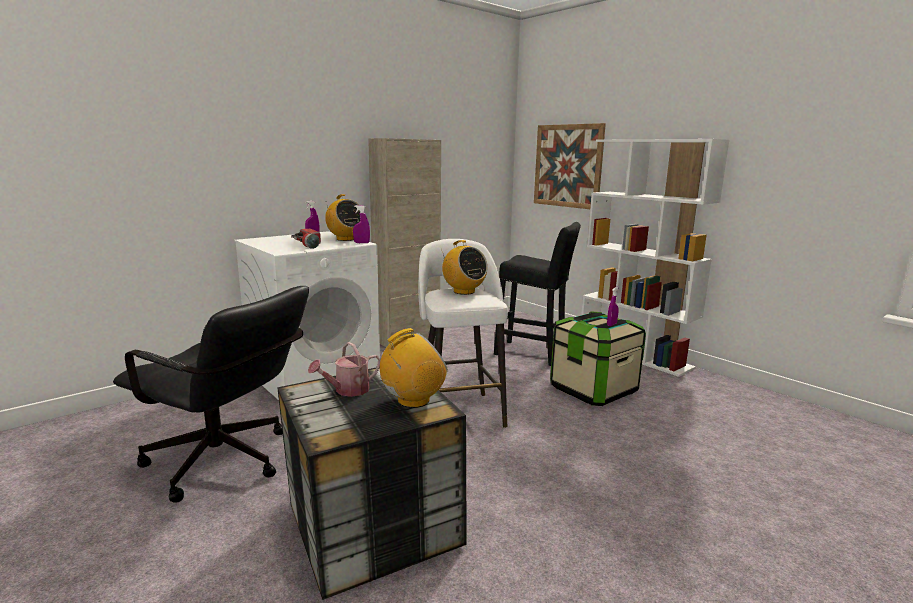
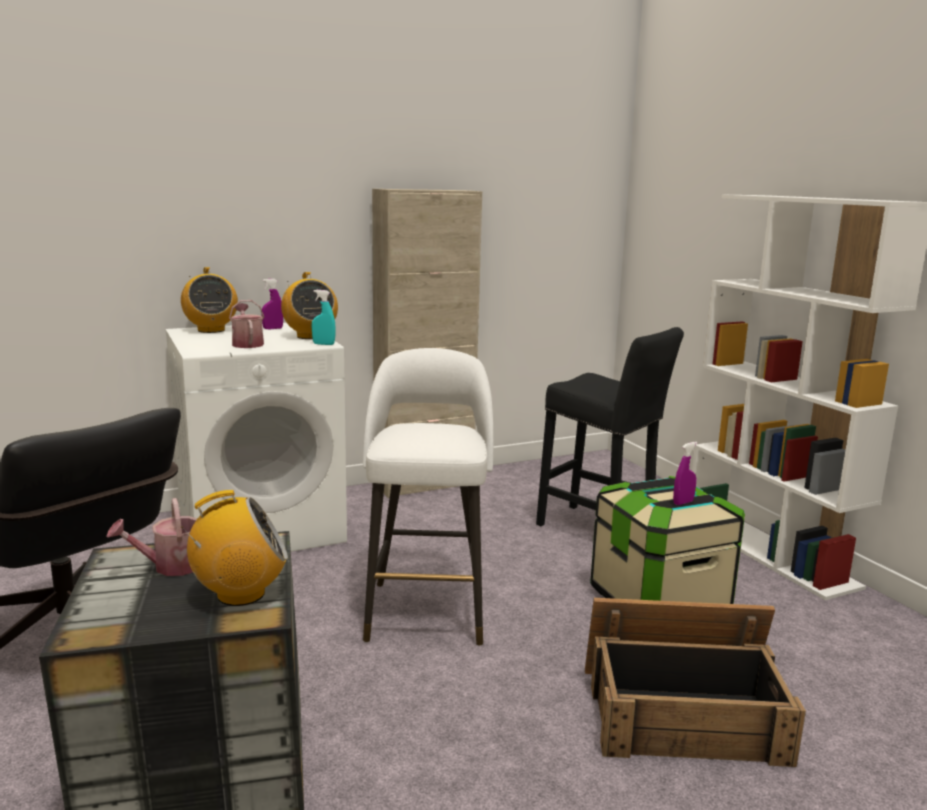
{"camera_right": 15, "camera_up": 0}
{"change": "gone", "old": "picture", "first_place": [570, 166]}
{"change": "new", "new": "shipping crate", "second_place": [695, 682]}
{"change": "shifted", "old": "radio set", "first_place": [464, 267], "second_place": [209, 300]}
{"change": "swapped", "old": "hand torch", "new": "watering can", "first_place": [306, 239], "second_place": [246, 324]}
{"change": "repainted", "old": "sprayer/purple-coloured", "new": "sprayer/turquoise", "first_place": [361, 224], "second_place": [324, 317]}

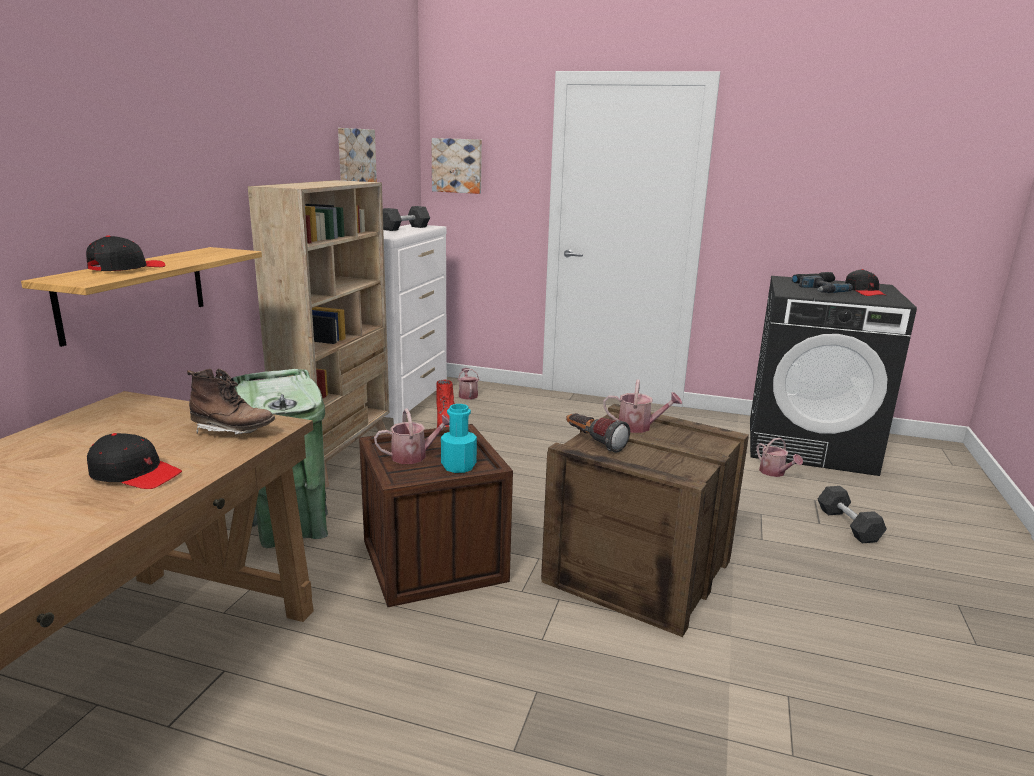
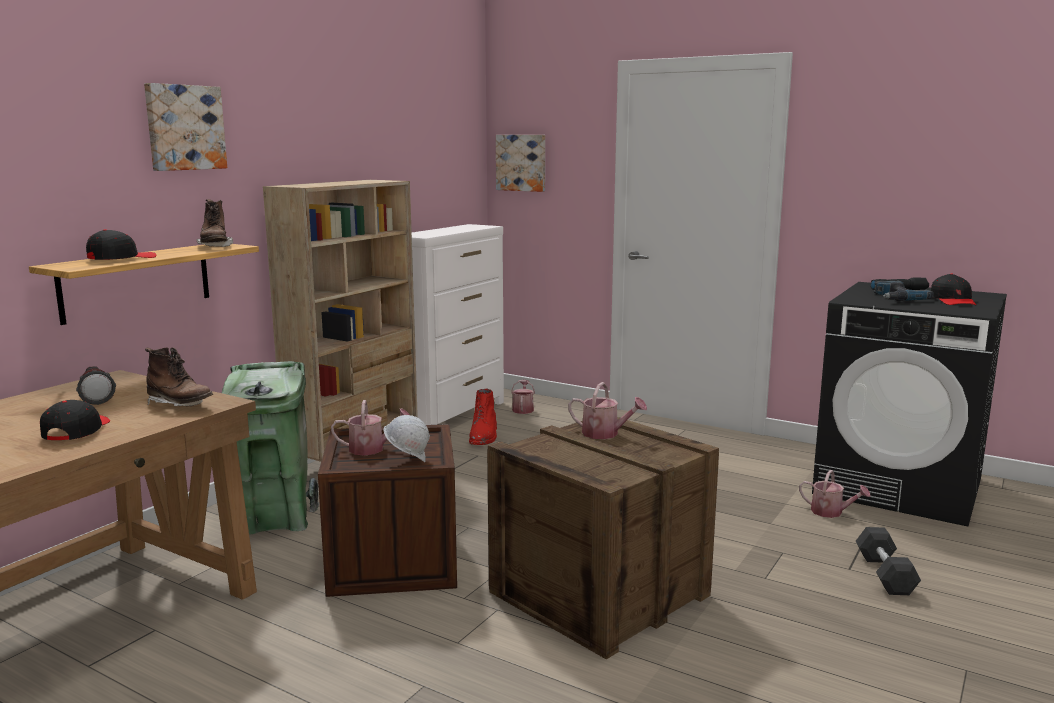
{"camera_right": 15, "camera_up": -5}
{"change": "gone", "old": "dumbbell/black-coloured", "first_place": [406, 218]}
{"change": "new", "new": "tall boot/brownish", "second_place": [215, 223]}
{"change": "shifted", "old": "picture", "first_place": [357, 155], "second_place": [185, 127]}
{"change": "shifted", "old": "hand torch", "first_place": [598, 433], "second_place": [96, 385]}
{"change": "swapped", "old": "bottle/turquoise", "new": "safety helmet/white", "first_place": [459, 438], "second_place": [406, 438]}
{"change": "rotated", "old": "baseball cap/black-coloured", "first_place": [134, 461], "second_place": [75, 420], "degrees": -120}
{"change": "rotated", "old": "watering can", "first_place": [779, 457], "second_place": [834, 494], "degrees": -45}

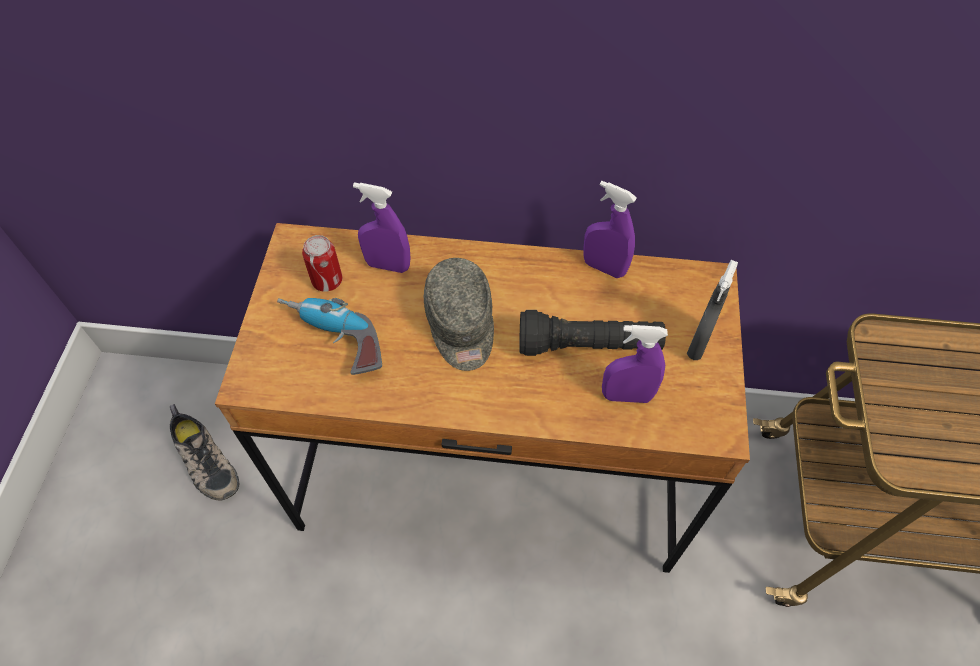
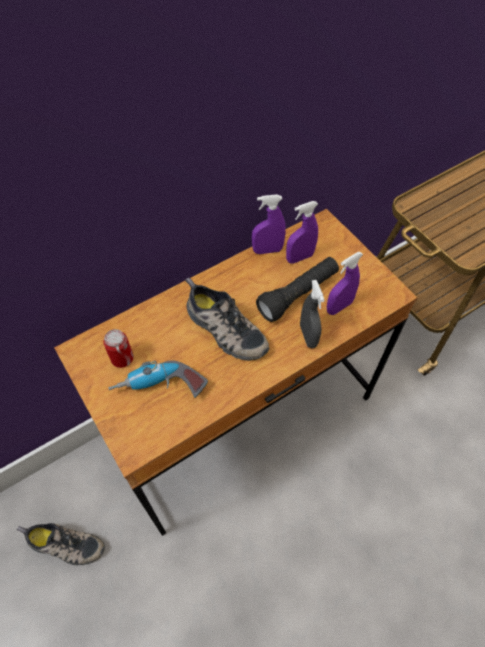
{"camera_right": -40, "camera_up": 0}
{"change": "shifted", "old": "sprayer/purple-coloured", "first_place": [382, 227], "second_place": [302, 232]}
{"change": "shifted", "old": "sprayer/gray", "first_place": [712, 310], "second_place": [312, 314]}
{"change": "swapped", "old": "baseball cap/gray", "new": "shoe", "first_place": [459, 314], "second_place": [227, 319]}

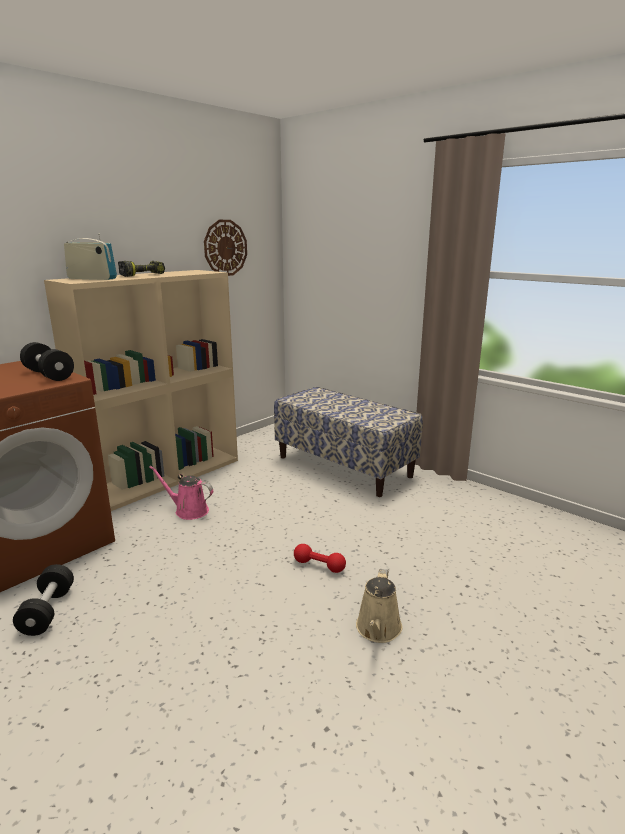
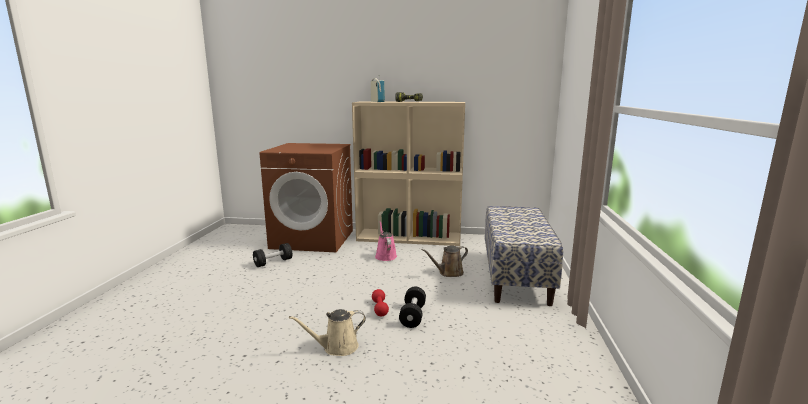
{"camera_right": 55, "camera_up": -5}
{"change": "gone", "old": "hanging clock", "first_place": [225, 248]}
{"change": "new", "new": "watering can/brownish", "second_place": [445, 261]}
{"change": "shifted", "old": "dumbbell/black-coloured", "first_place": [47, 361], "second_place": [412, 307]}

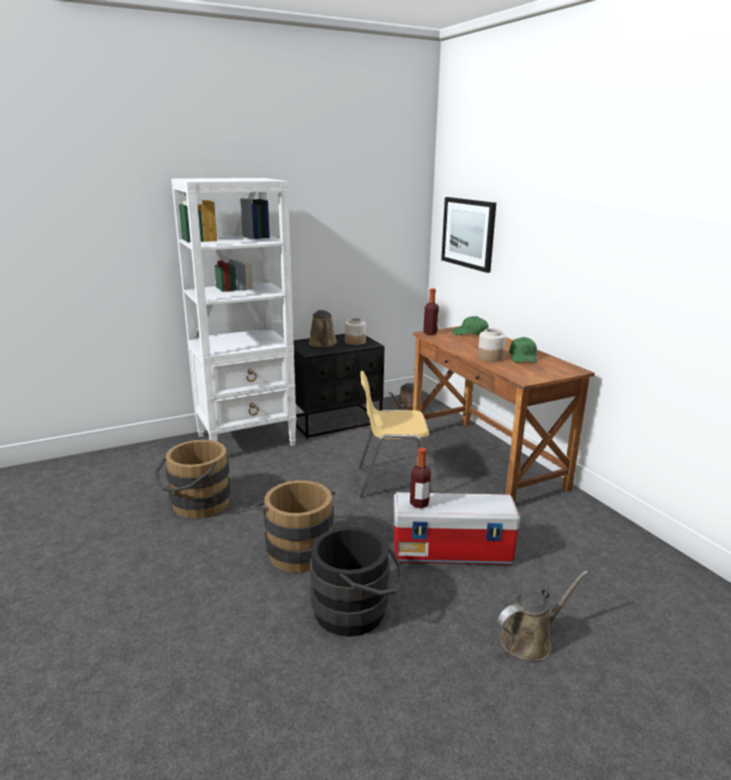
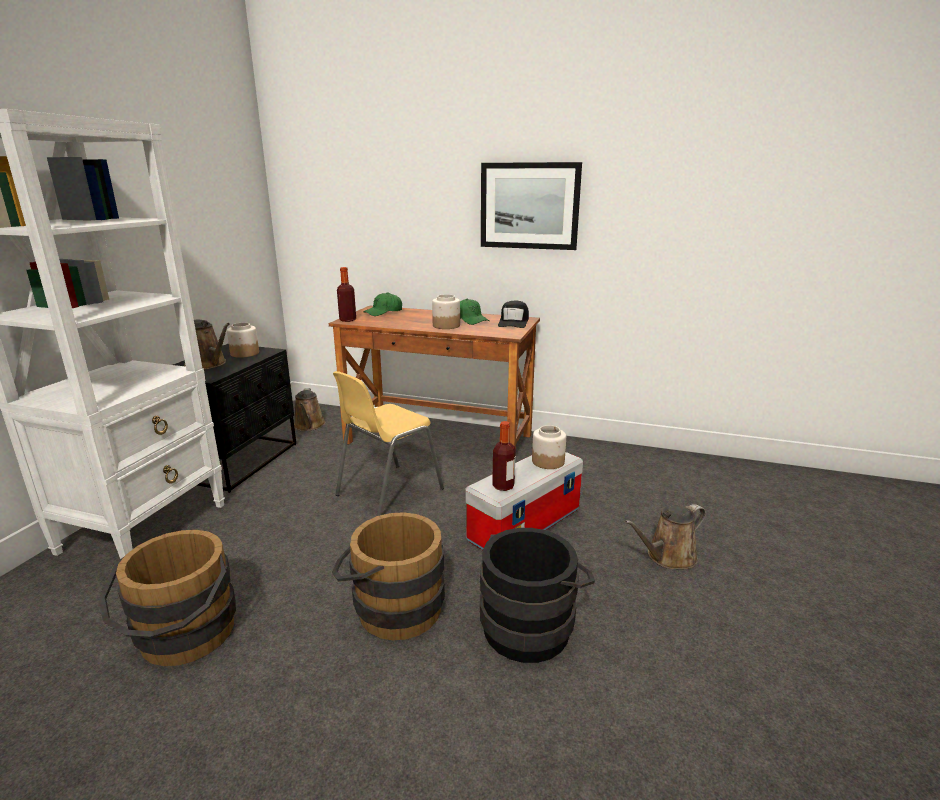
{"camera_right": -45, "camera_up": 0}
{"change": "new", "new": "baseball cap/black-coloured", "second_place": [513, 314]}
{"change": "new", "new": "preserve jar", "second_place": [549, 447]}
{"change": "shifted", "old": "picture", "first_place": [468, 235], "second_place": [531, 206]}
{"change": "rotated", "old": "watering can/brownish", "first_place": [543, 616], "second_place": [665, 536], "degrees": -135}

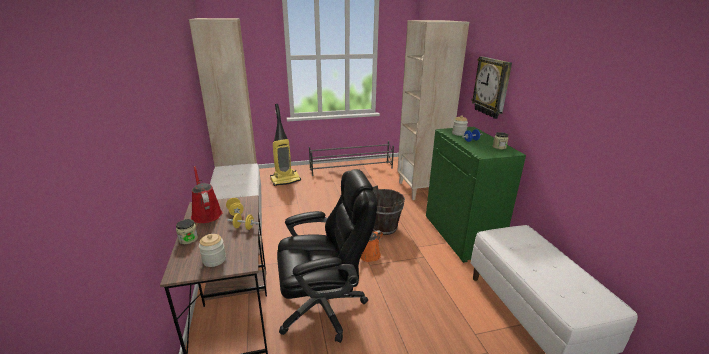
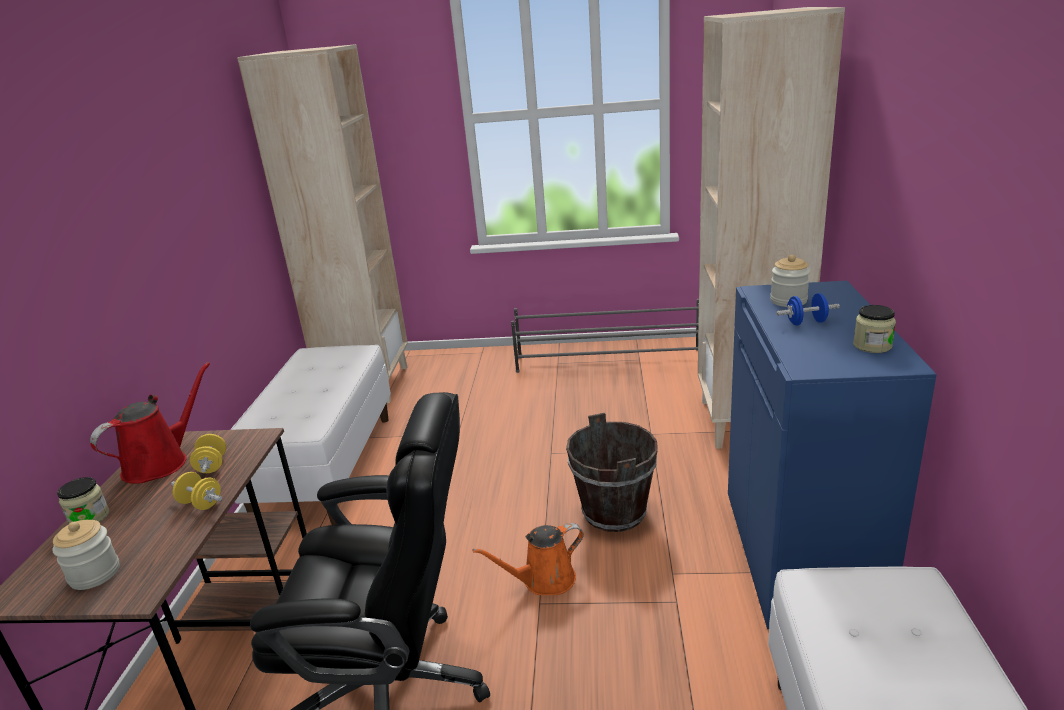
{"camera_right": 20, "camera_up": 0}
{"change": "gone", "old": "vacuum cleaner", "first_place": [285, 145]}
{"change": "gone", "old": "hanging clock", "first_place": [491, 87]}
{"change": "repainted", "old": "storage cabinet/green", "new": "storage cabinet/blue", "first_place": [476, 195], "second_place": [832, 455]}
{"change": "rotated", "old": "watering can/red", "first_place": [207, 194], "second_place": [150, 423], "degrees": 45}

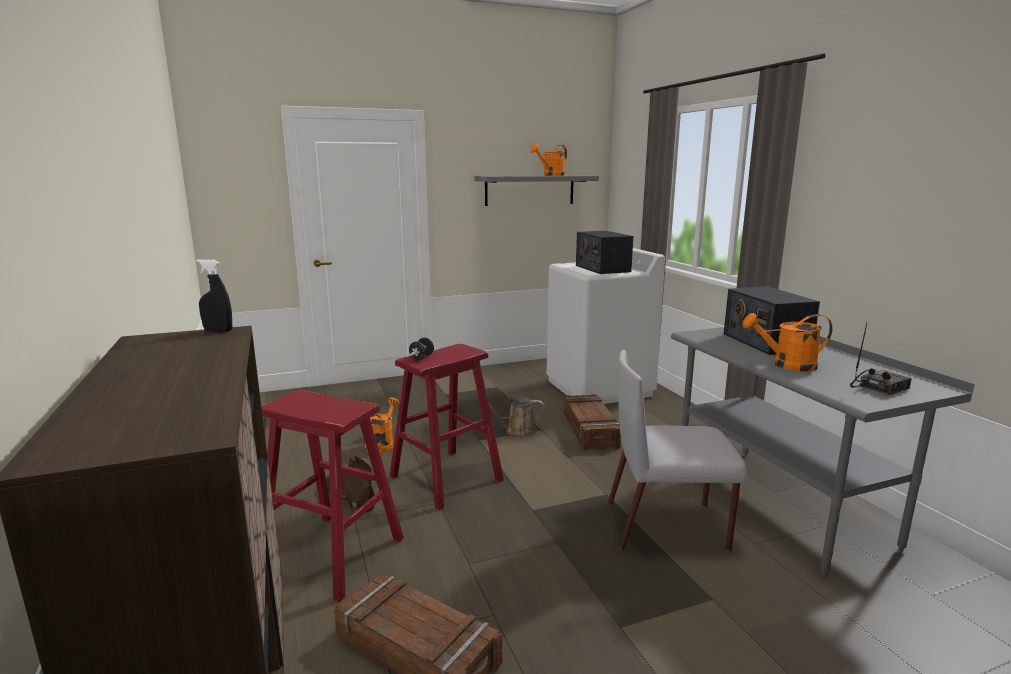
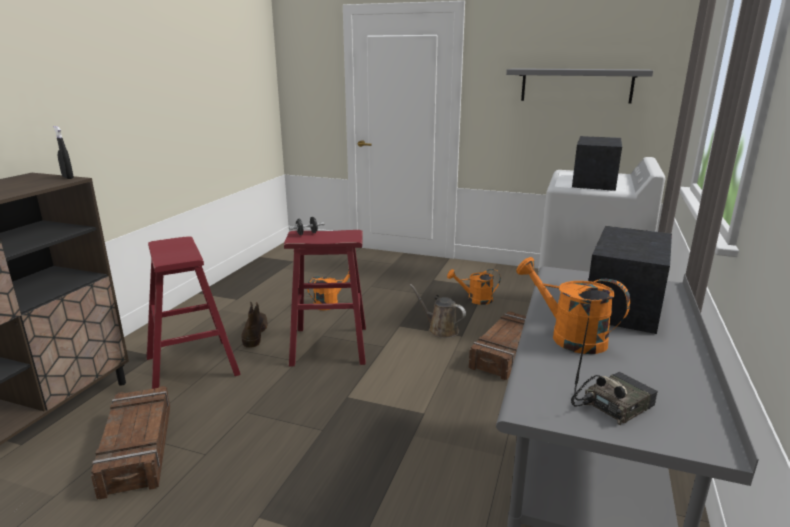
{"camera_right": 40, "camera_up": 5}
{"change": "gone", "old": "upright chair/gray", "first_place": [677, 451]}
{"change": "shifted", "old": "watering can/orange", "first_place": [548, 159], "second_place": [474, 287]}
{"change": "rotated", "old": "radio set", "first_place": [881, 359], "second_place": [614, 371], "degrees": -45}

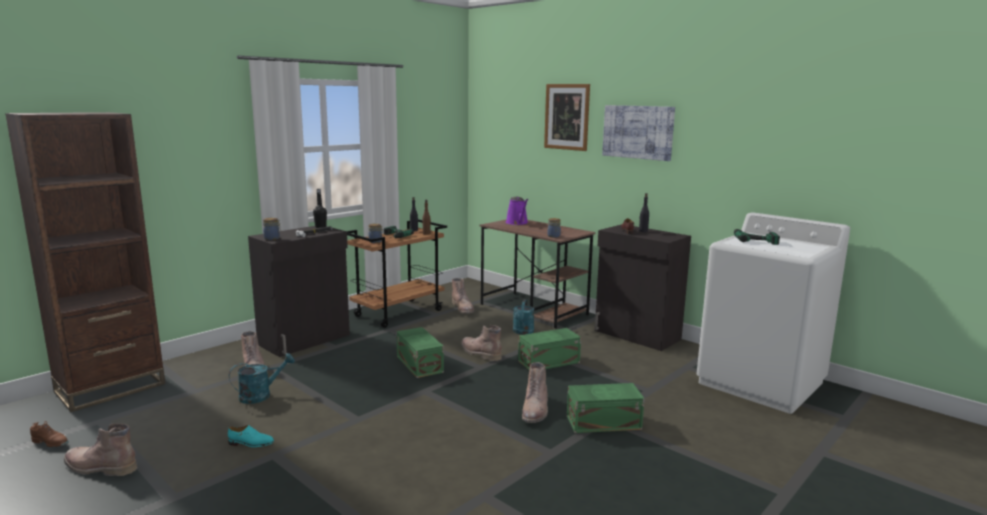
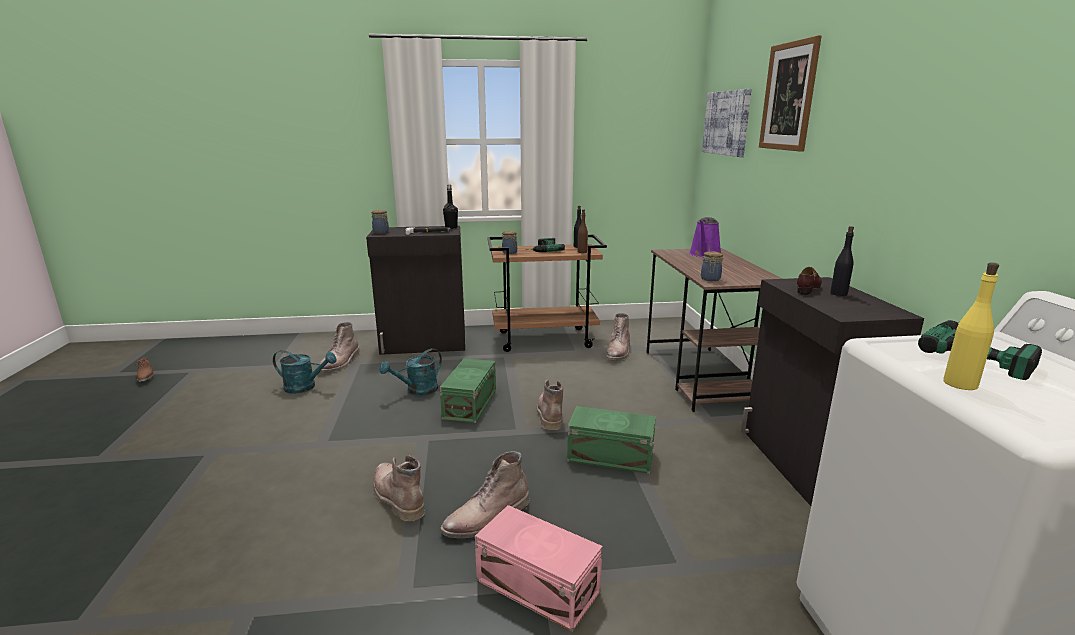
{"camera_right": 40, "camera_up": 5}
{"change": "gone", "old": "shelving unit/brownish", "first_place": [85, 262]}
{"change": "gone", "old": "shoe/turquoise", "first_place": [251, 436]}
{"change": "new", "new": "bottle/yellow", "second_place": [971, 326]}
{"change": "shifted", "old": "tall boot/brownish", "first_place": [100, 449], "second_place": [399, 488]}
{"change": "shifted", "old": "watering can/turquoise", "first_place": [523, 317], "second_place": [411, 372]}
{"change": "shifted", "old": "picture", "first_place": [638, 133], "second_place": [727, 123]}
{"change": "repainted", "old": "storage container/green", "new": "storage container/pink", "first_place": [606, 408], "second_place": [539, 568]}

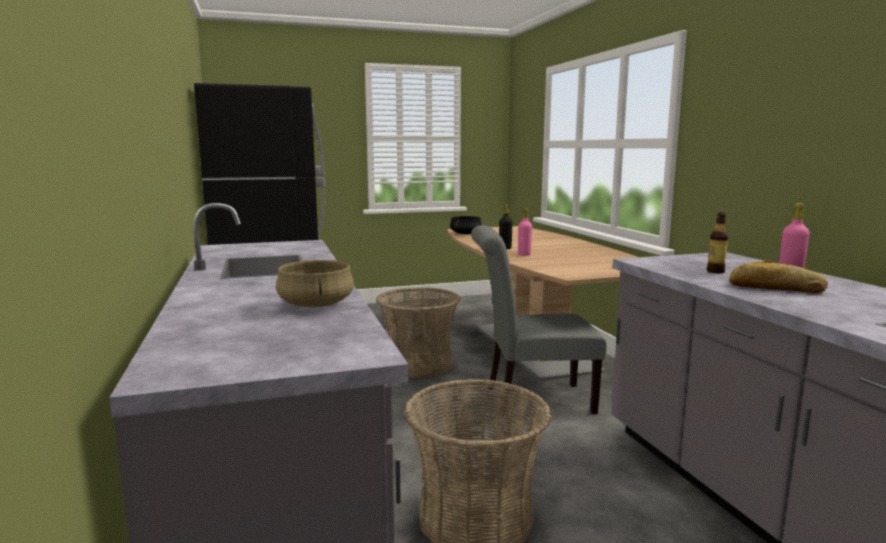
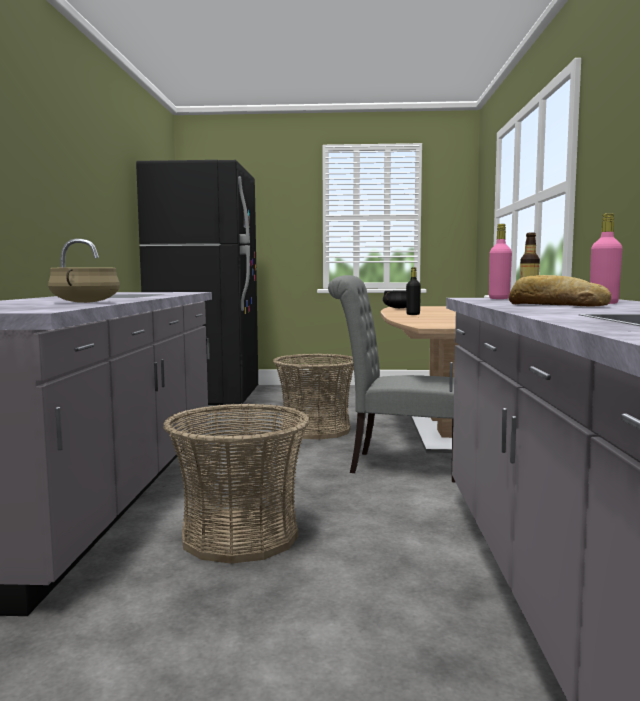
{"camera_right": 20, "camera_up": -5}
{"change": "shifted", "old": "bottle/pink", "first_place": [525, 232], "second_place": [500, 261]}

